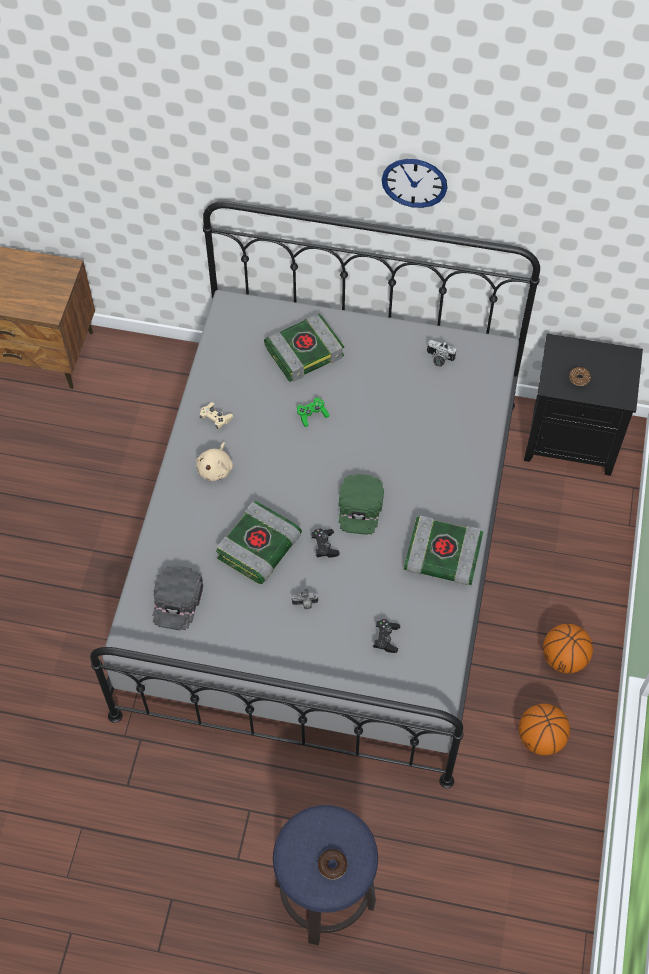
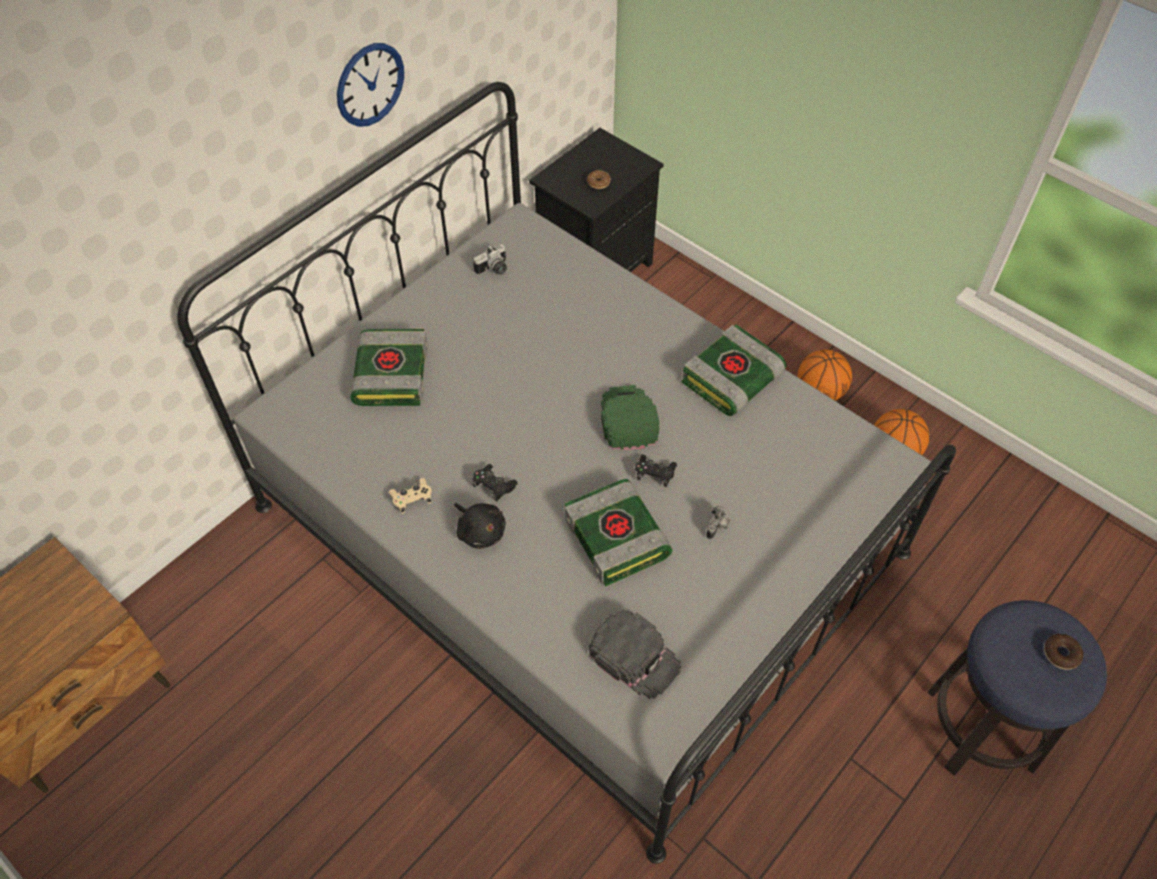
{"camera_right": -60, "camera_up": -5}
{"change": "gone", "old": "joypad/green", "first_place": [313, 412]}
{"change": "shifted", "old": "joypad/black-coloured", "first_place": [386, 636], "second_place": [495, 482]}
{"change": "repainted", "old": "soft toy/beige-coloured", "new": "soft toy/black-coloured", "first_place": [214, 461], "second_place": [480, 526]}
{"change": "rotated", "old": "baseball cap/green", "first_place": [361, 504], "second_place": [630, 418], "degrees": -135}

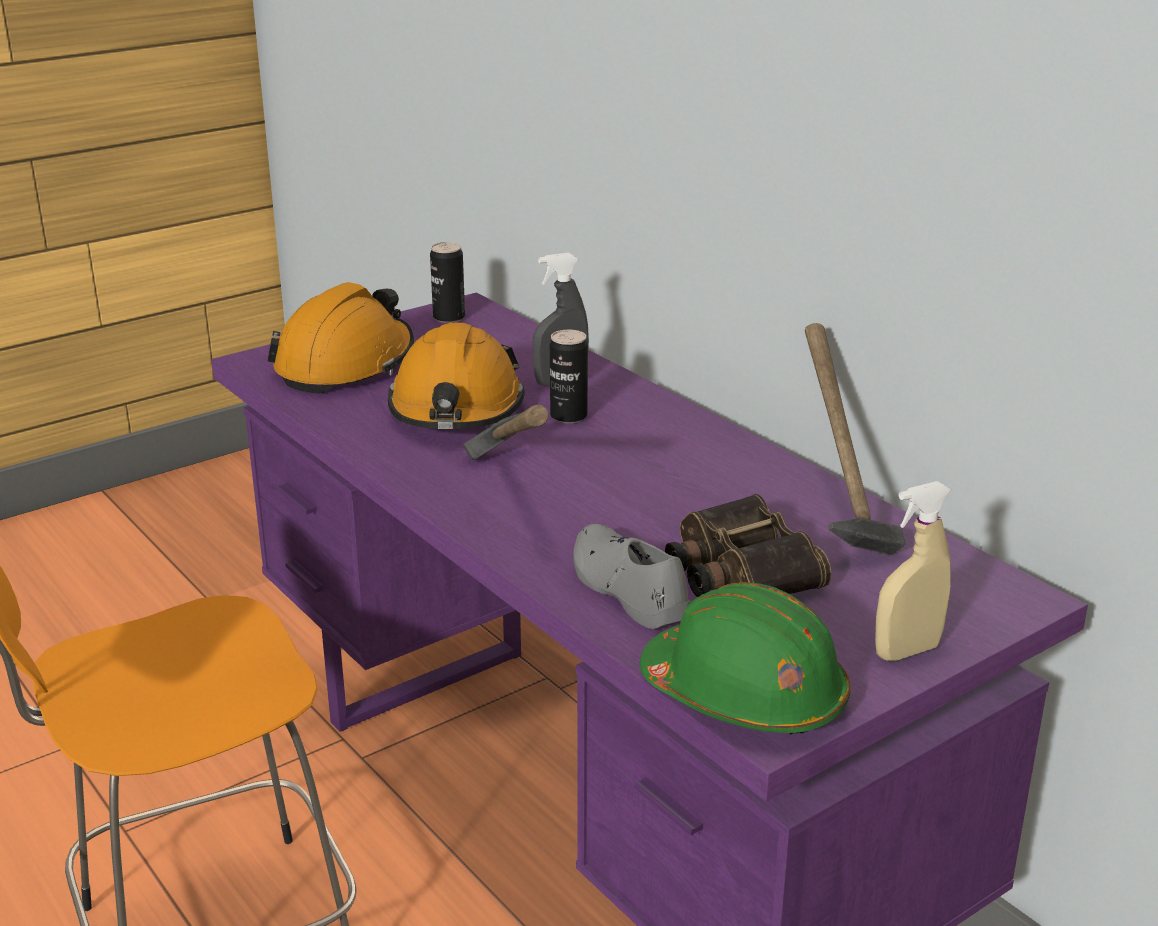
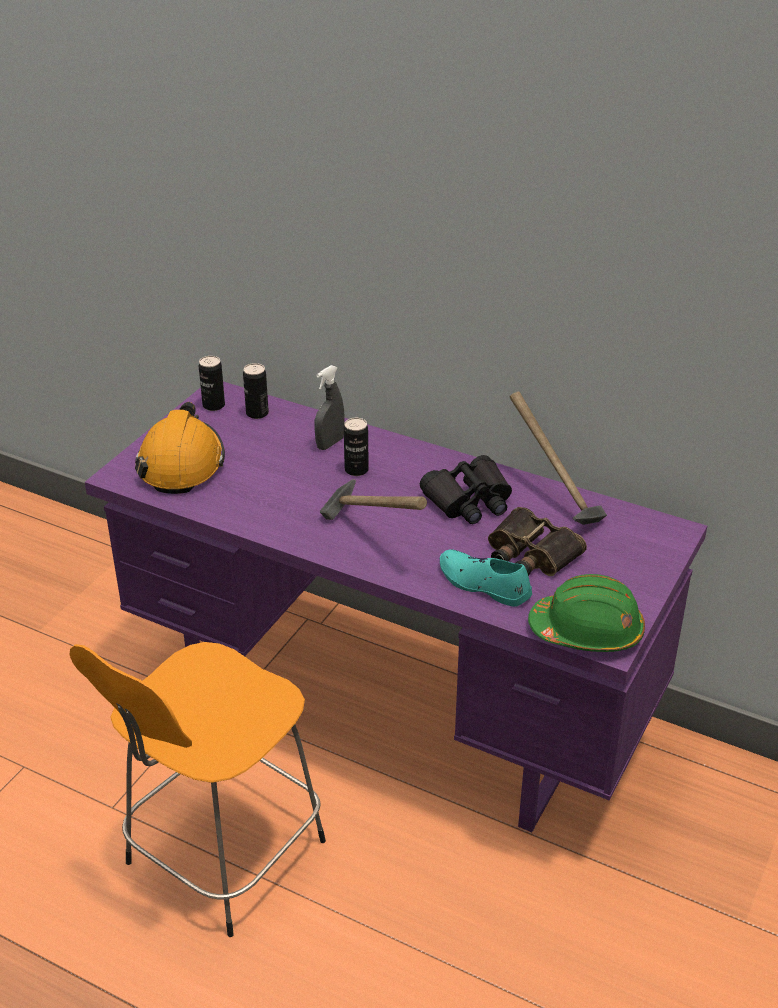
{"camera_right": -25, "camera_up": 10}
{"change": "gone", "old": "safety helmet/orange", "first_place": [456, 376]}
{"change": "gone", "old": "sprayer/beige-coloured", "first_place": [913, 571]}
{"change": "new", "new": "metal can", "second_place": [256, 391]}
{"change": "new", "new": "pair of binoculars/black-coloured", "second_place": [466, 489]}
{"change": "repainted", "old": "shoe/gray", "new": "shoe/turquoise", "first_place": [631, 576], "second_place": [486, 578]}

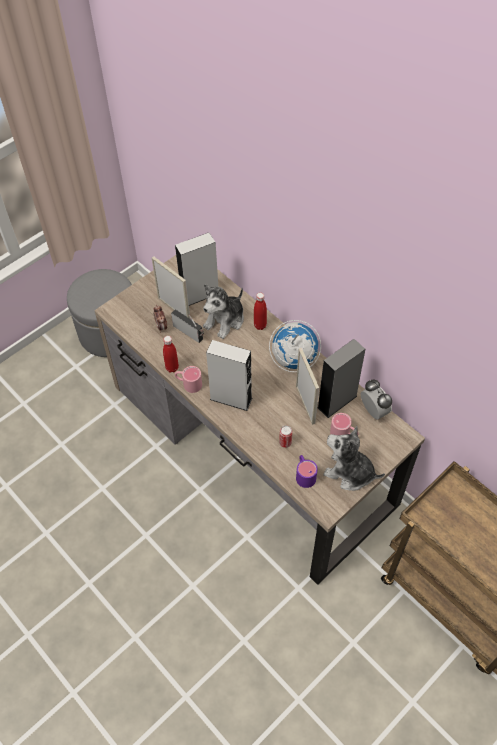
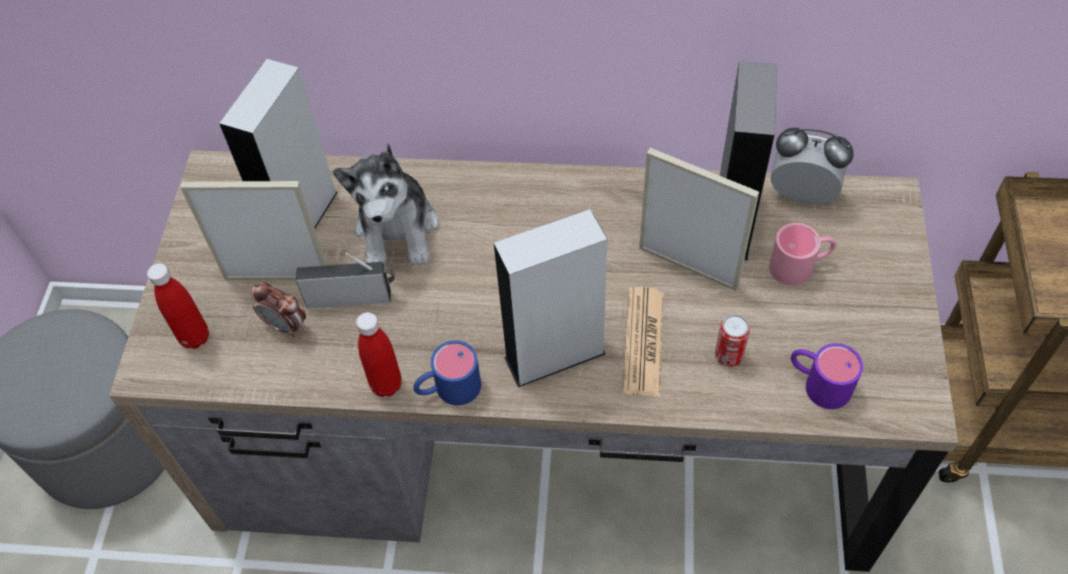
{"camera_right": -40, "camera_up": 0}
{"change": "gone", "old": "desk globe", "first_place": [295, 346]}
{"change": "gone", "old": "soft toy", "first_place": [354, 458]}
{"change": "new", "new": "daily paper", "second_place": [643, 341]}
{"change": "shifted", "old": "bottle/red", "first_place": [260, 311], "second_place": [178, 306]}
{"change": "repainted", "old": "mug/pink", "new": "mug/blue", "first_place": [188, 379], "second_place": [447, 372]}

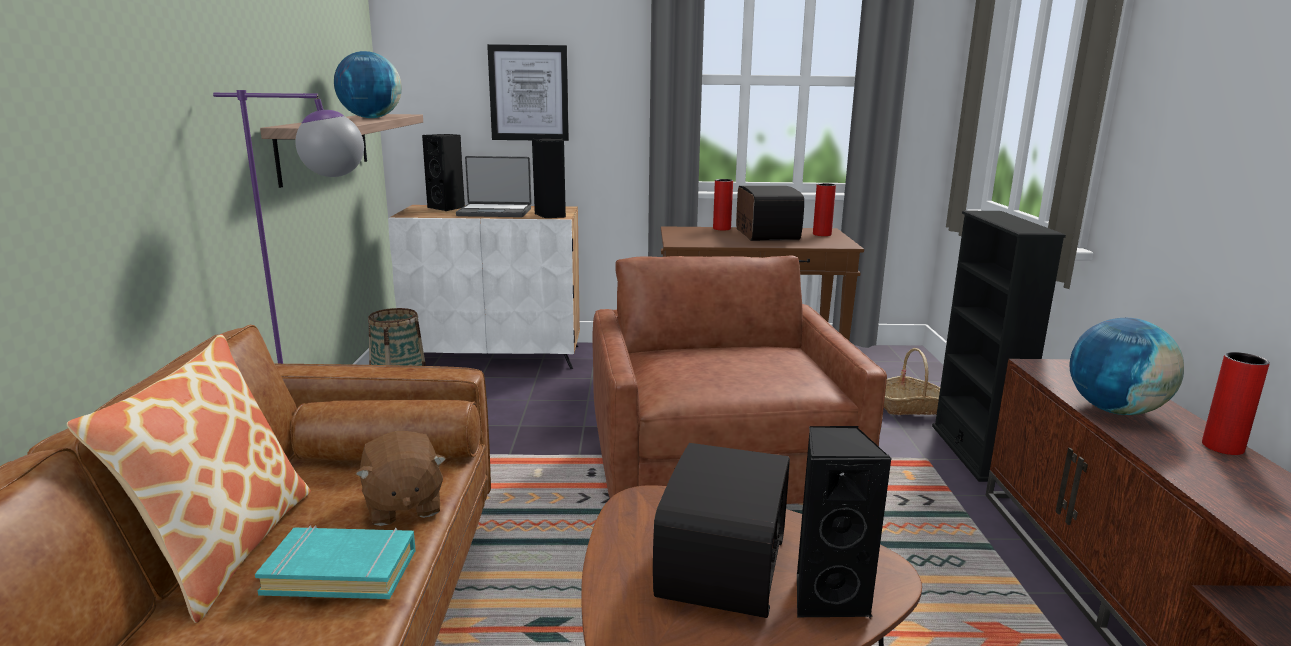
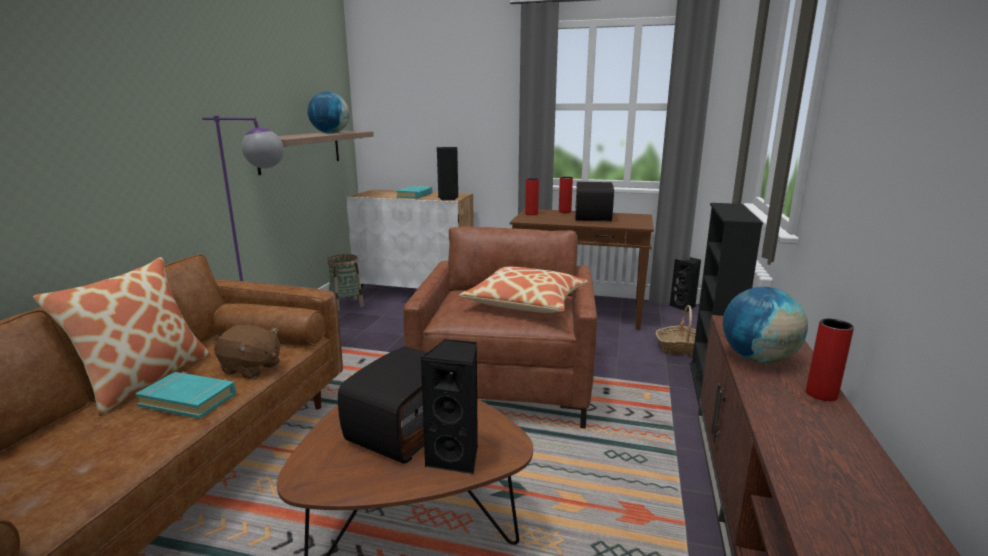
{"camera_right": 15, "camera_up": 0}
{"change": "gone", "old": "picture", "first_place": [528, 92]}
{"change": "new", "new": "pillow", "second_place": [523, 290]}
{"change": "shifted", "old": "speaker/black-coloured", "first_place": [443, 172], "second_place": [685, 284]}
{"change": "shifted", "old": "decorative vase/red", "first_place": [824, 209], "second_place": [532, 196]}
{"change": "swapped", "old": "portable computer", "new": "book/turquoise", "first_place": [493, 186], "second_place": [414, 192]}
{"change": "rotated", "old": "soft toy/brownish", "first_place": [400, 478], "second_place": [247, 352], "degrees": -60}

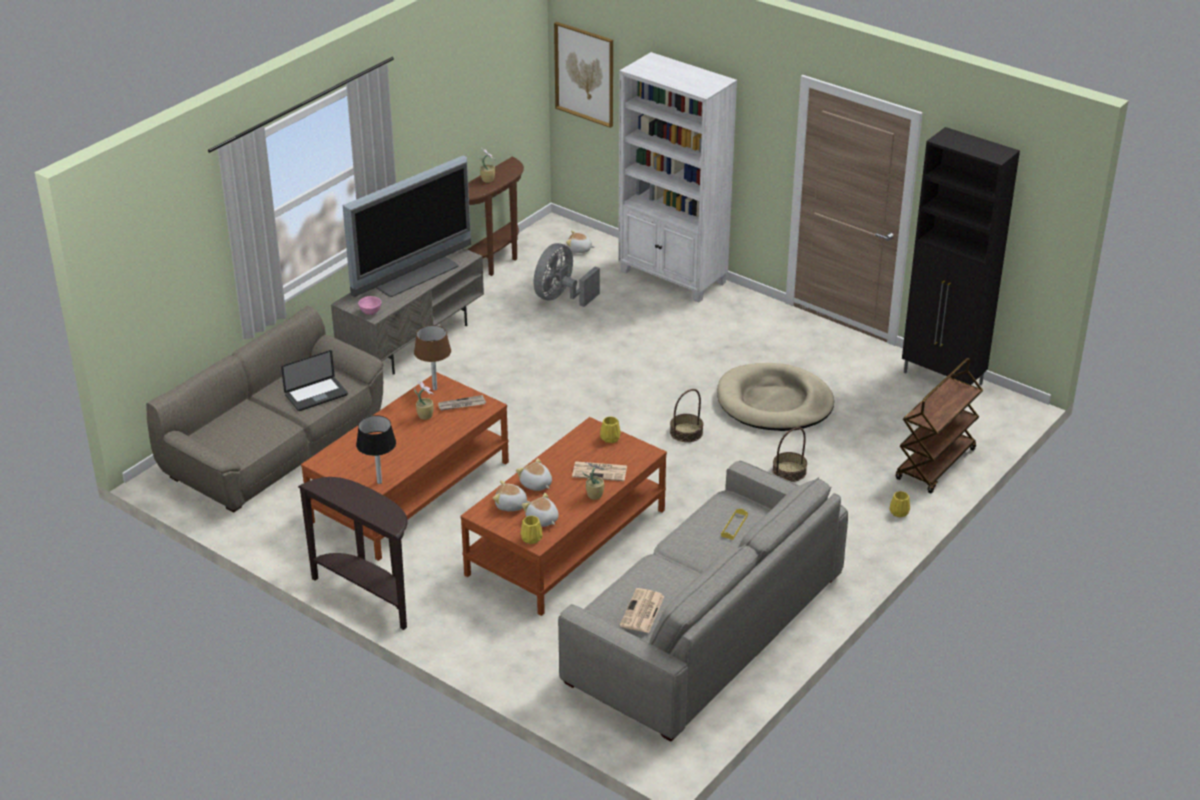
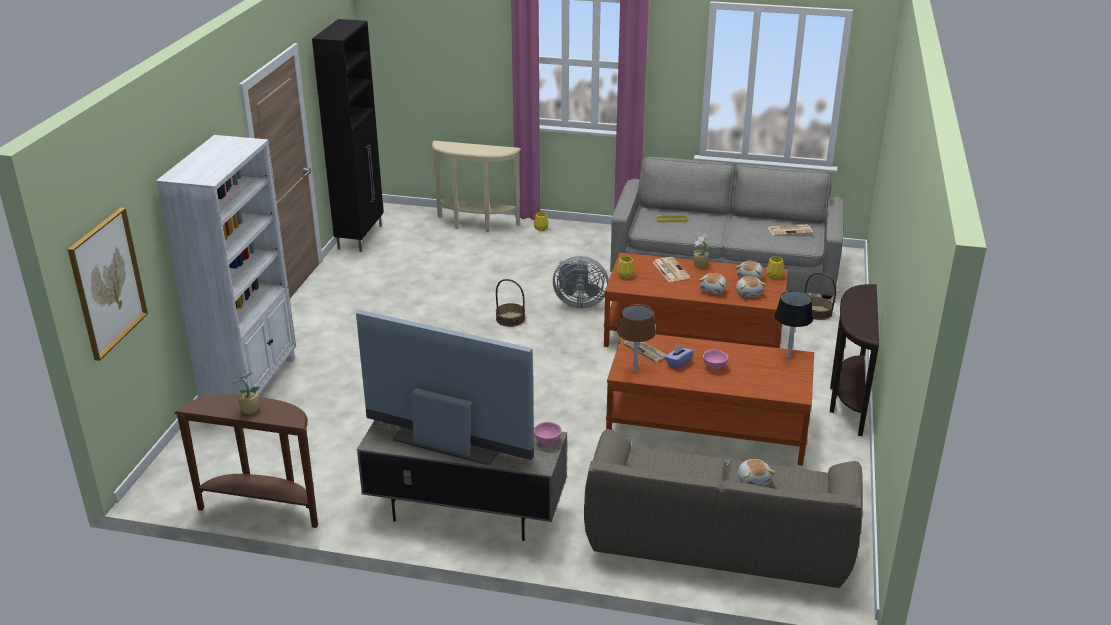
{"camera_right": -115, "camera_up": -5}
{"change": "gone", "old": "portable computer", "first_place": [314, 380]}
{"change": "gone", "old": "dog cushion/beige-coloured", "first_place": [775, 397]}
{"change": "new", "new": "serving bowl/pink", "second_place": [715, 360]}
{"change": "shifted", "old": "fan/gray", "first_place": [567, 275], "second_place": [581, 282]}
{"change": "shifted", "old": "soft toy", "first_place": [580, 242], "second_place": [756, 472]}
{"change": "shifted", "old": "basket", "first_place": [789, 454], "second_place": [820, 296]}
{"change": "swapped", "old": "potted plant", "new": "box of tissues/purple-coloured", "first_place": [424, 400], "second_place": [679, 357]}
{"change": "swapped", "old": "wheeled cart/brownish", "new": "console table/beige-coloured", "first_place": [939, 426], "second_place": [476, 186]}

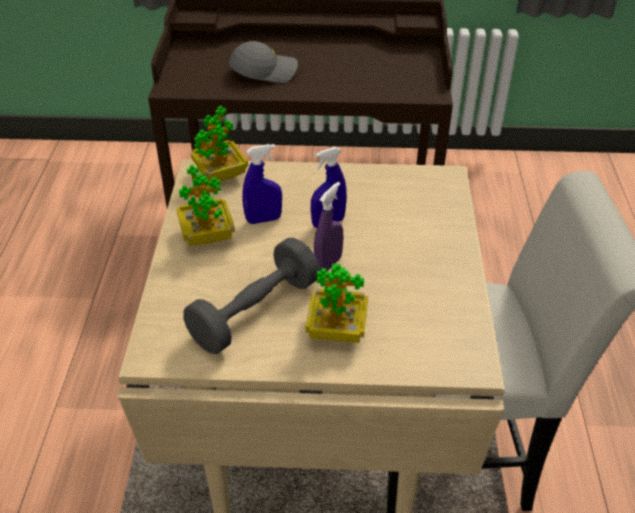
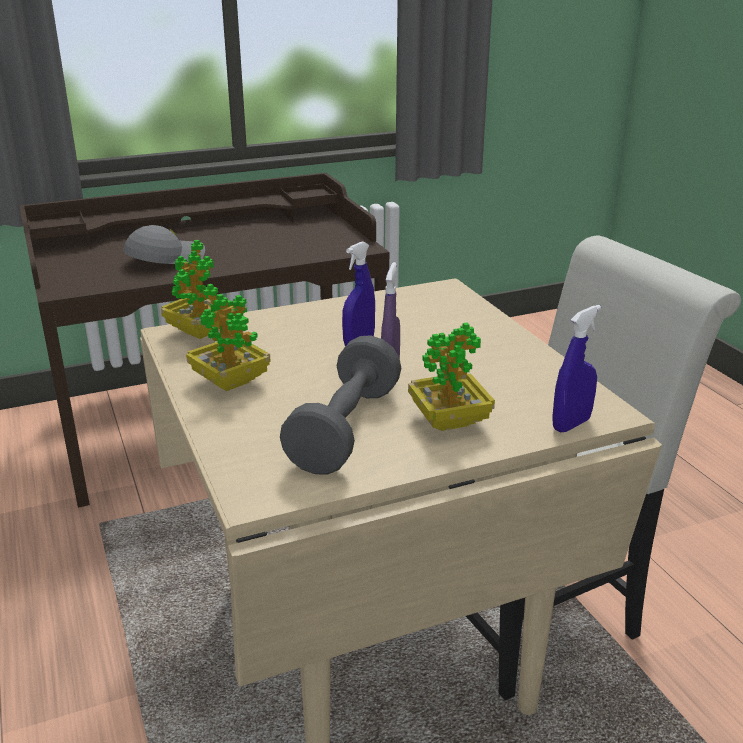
{"camera_right": -25, "camera_up": -15}
{"change": "shifted", "old": "sprayer/blue", "first_place": [262, 184], "second_place": [576, 368]}

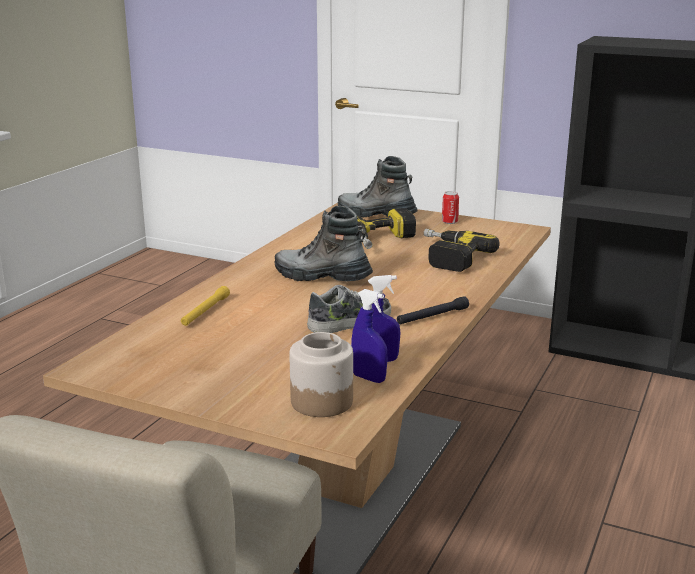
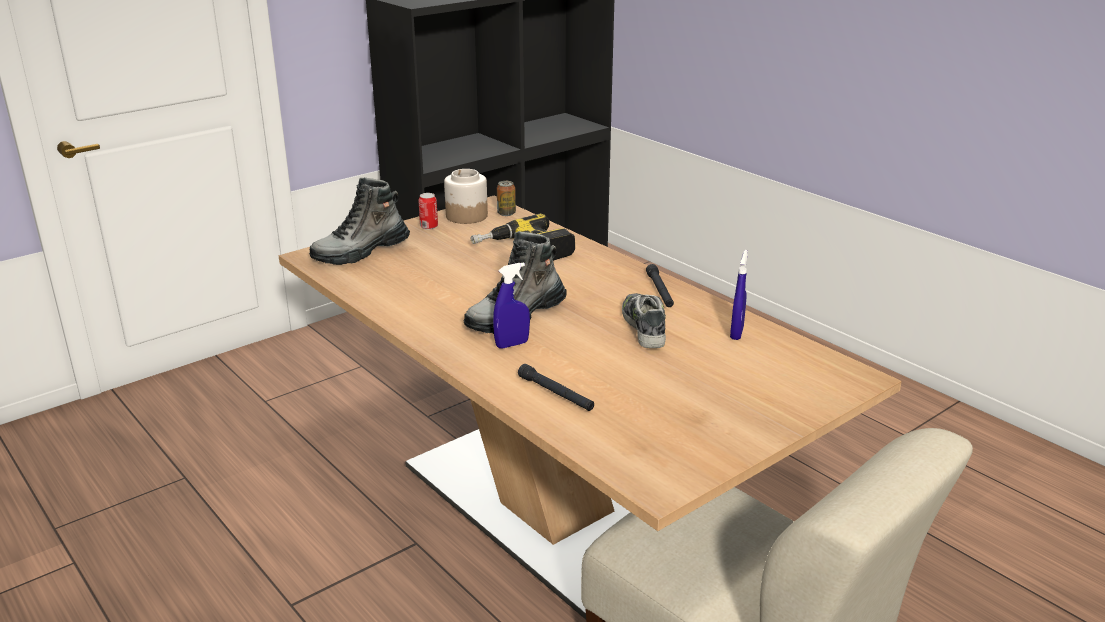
{"camera_right": -65, "camera_up": 5}
{"change": "gone", "old": "electric drill", "first_place": [386, 228]}
{"change": "new", "new": "metal can", "second_place": [506, 198]}
{"change": "shifted", "old": "preserve jar", "first_place": [321, 374], "second_place": [466, 196]}
{"change": "shifted", "old": "sprayer/blue", "first_place": [369, 336], "second_place": [511, 305]}
{"change": "repainted", "old": "hand torch/yellow", "new": "hand torch/black-coloured", "first_place": [205, 306], "second_place": [556, 387]}

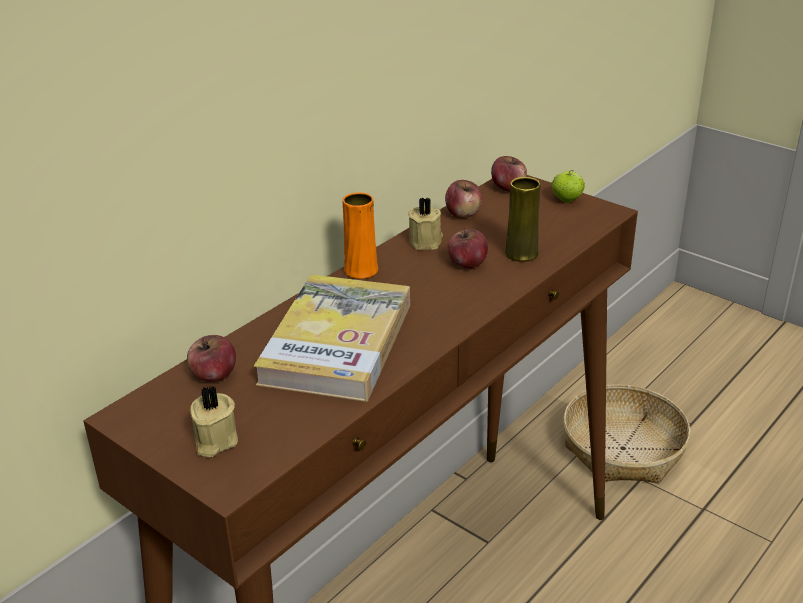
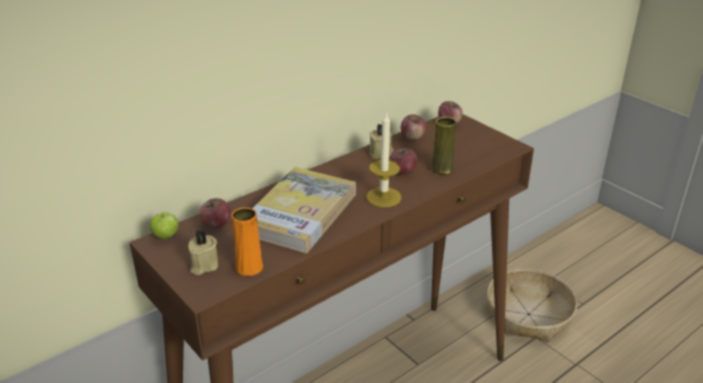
{"camera_right": 10, "camera_up": 0}
{"change": "new", "new": "wax candle", "second_place": [384, 159]}
{"change": "shifted", "old": "decorative vase/orange", "first_place": [360, 236], "second_place": [247, 241]}
{"change": "shifted", "old": "apple fruit", "first_place": [568, 186], "second_place": [164, 225]}

